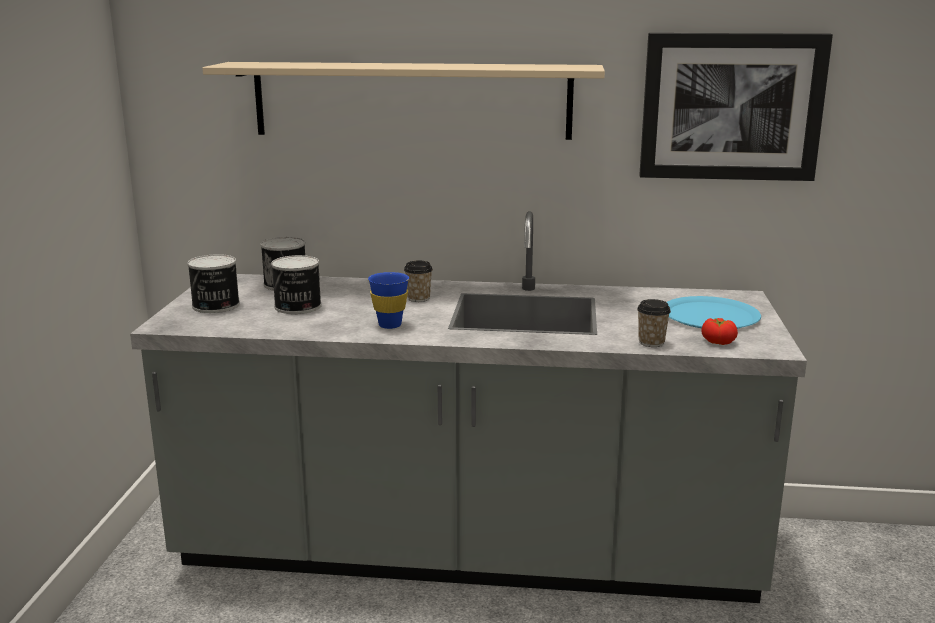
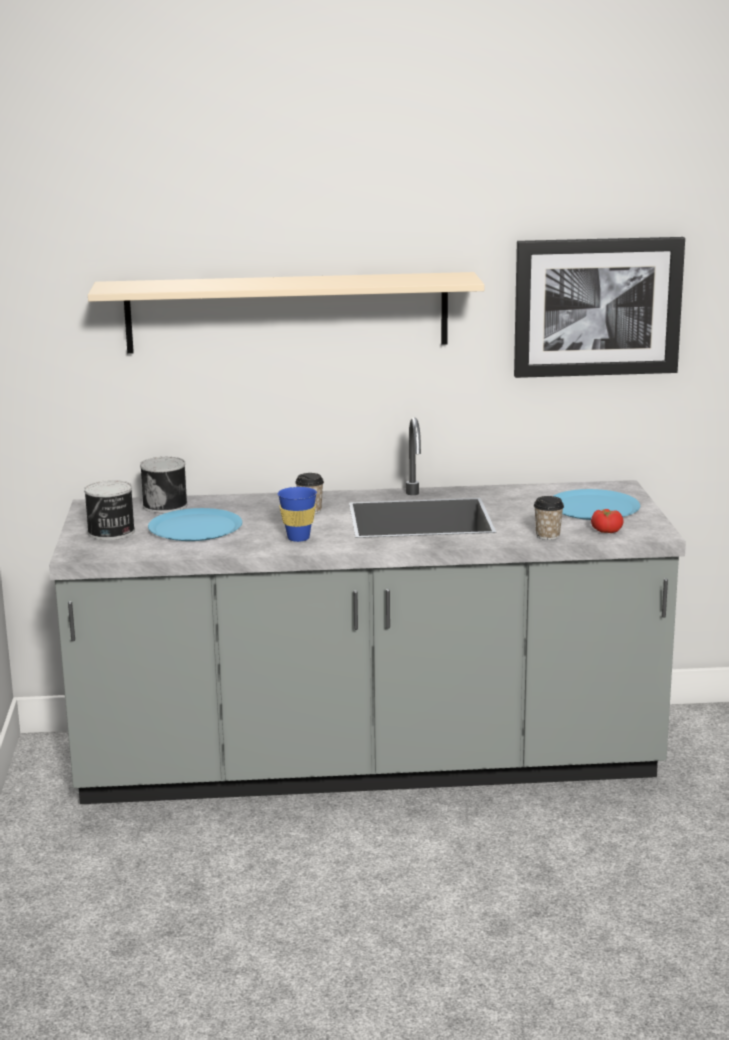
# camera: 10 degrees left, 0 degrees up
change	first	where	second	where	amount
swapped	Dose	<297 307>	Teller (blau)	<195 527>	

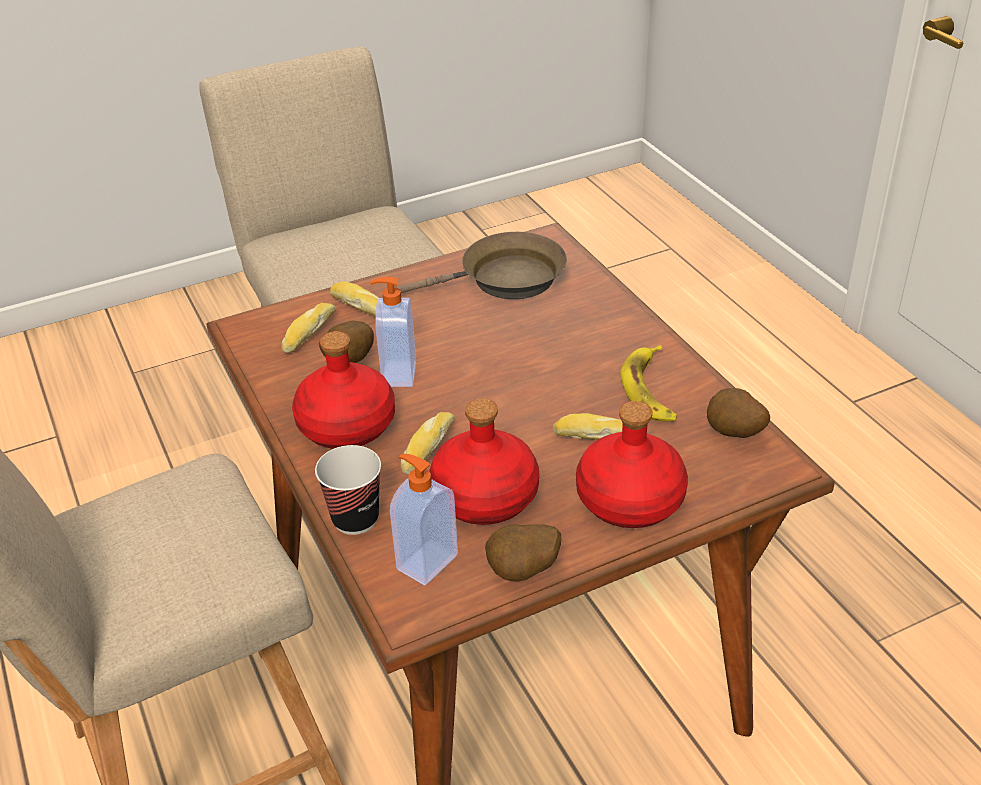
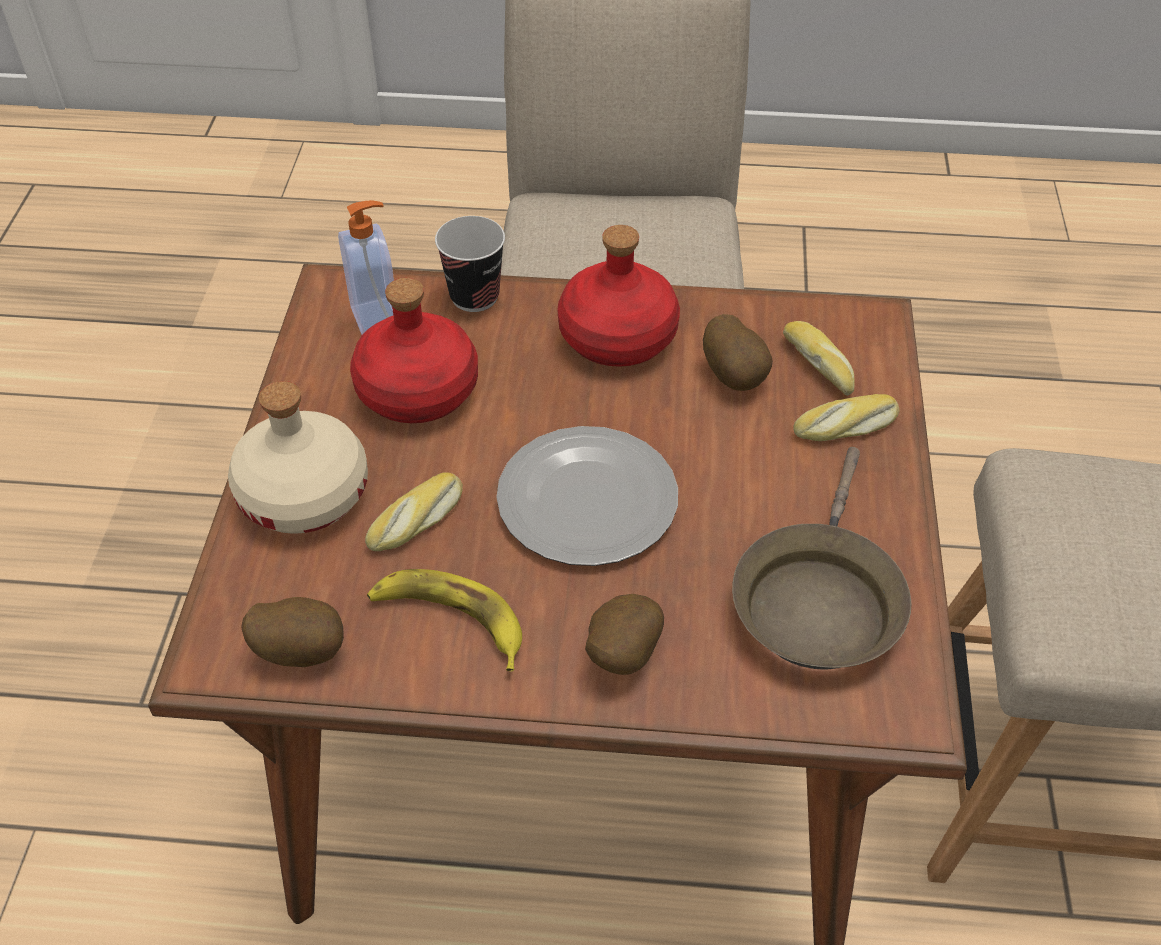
# camera: 120 degrees right, 10 degrees up
change	first	where	second	where	amount
gone	Seifenspender	<397 374>			
repainted	Flasche (rot)	<628 499>	Flasche (beige)	<305 493>	
gone	Brot	<427 448>			
shifted	Kartoffel	<523 573>		<620 655>	
new			Teller	<585 501>	

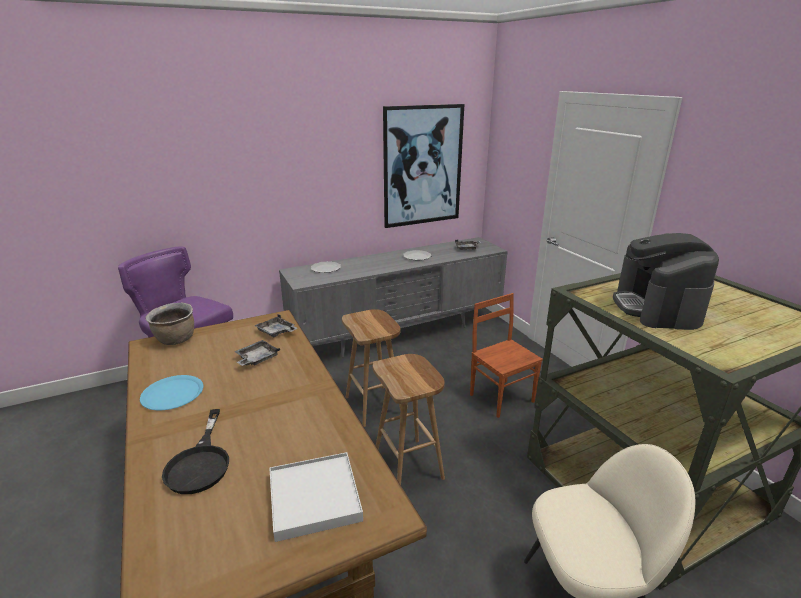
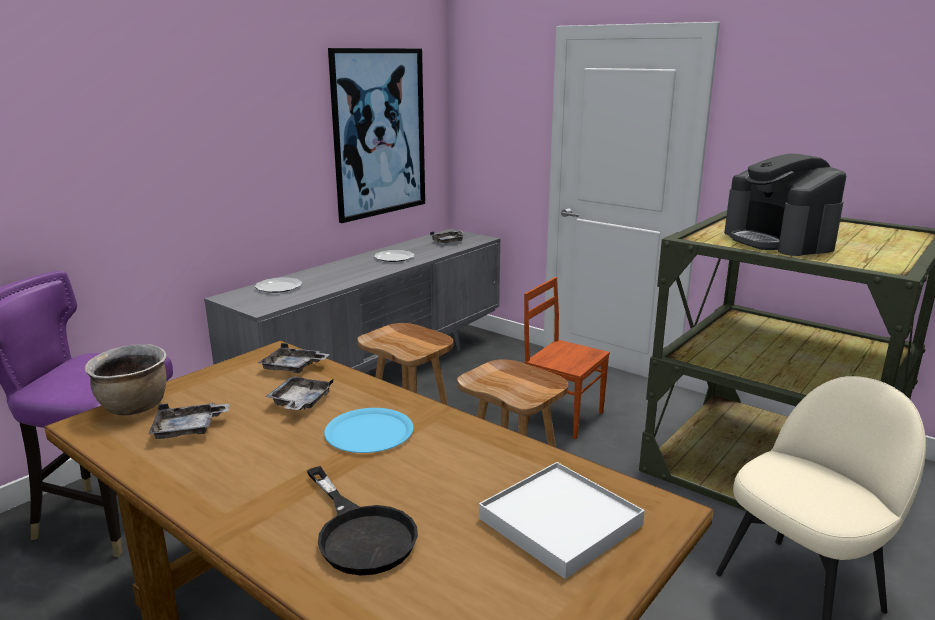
# camera: 25 degrees left, 5 degrees down
change	first	where	second	where	amount
shifted	Teller (blau)	<172 393>		<369 432>	
new			Tablett (grau)	<188 429>	

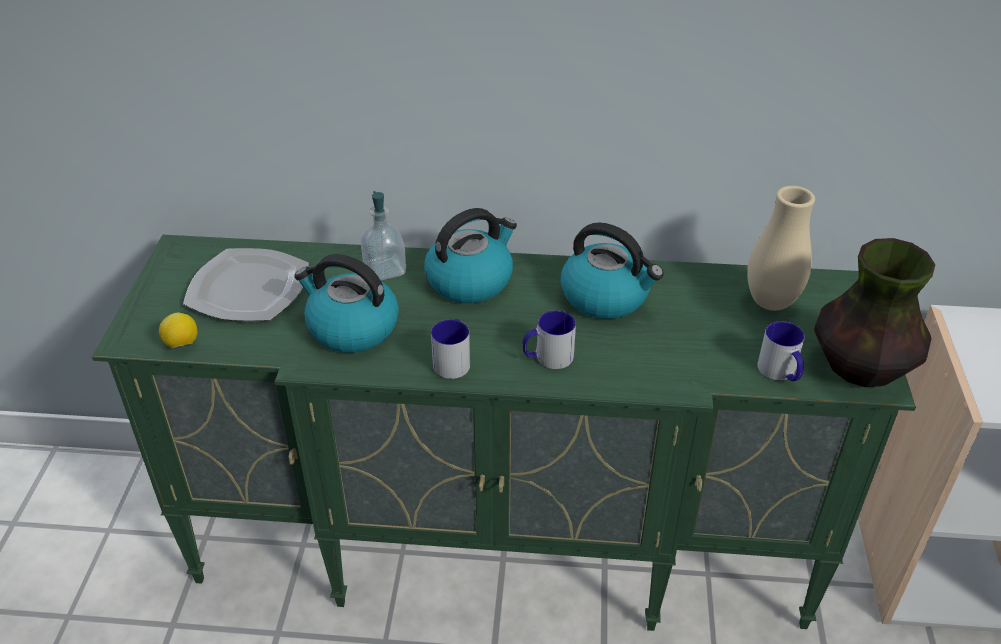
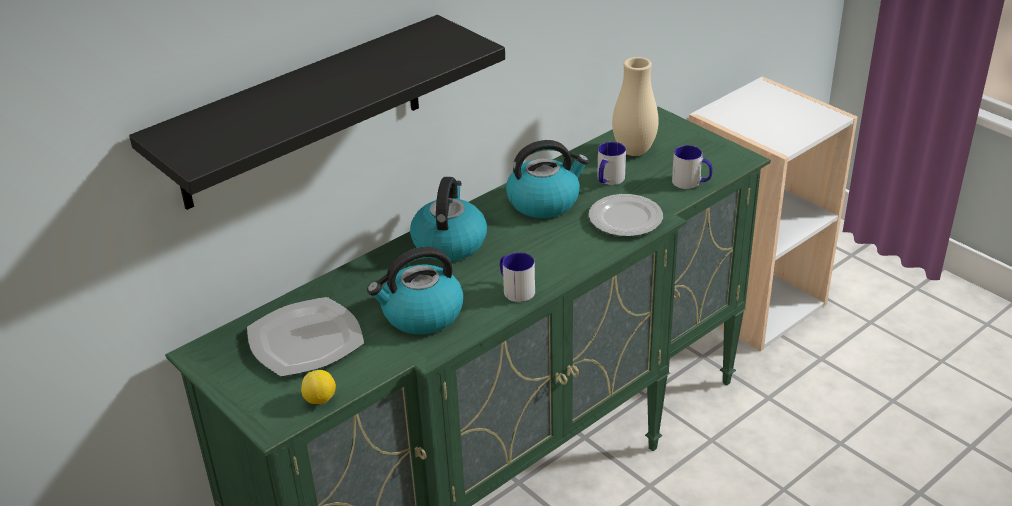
# camera: 45 degrees left, 5 degrees down
change	first	where	second	where	amount
gone	Seifenspender	<385 270>			
gone	Vase	<860 368>			
shifted	Henkelbecher	<547 358>		<608 180>	
new			Wandregal (schwarz)	<301 113>	
new			Teller	<624 219>	

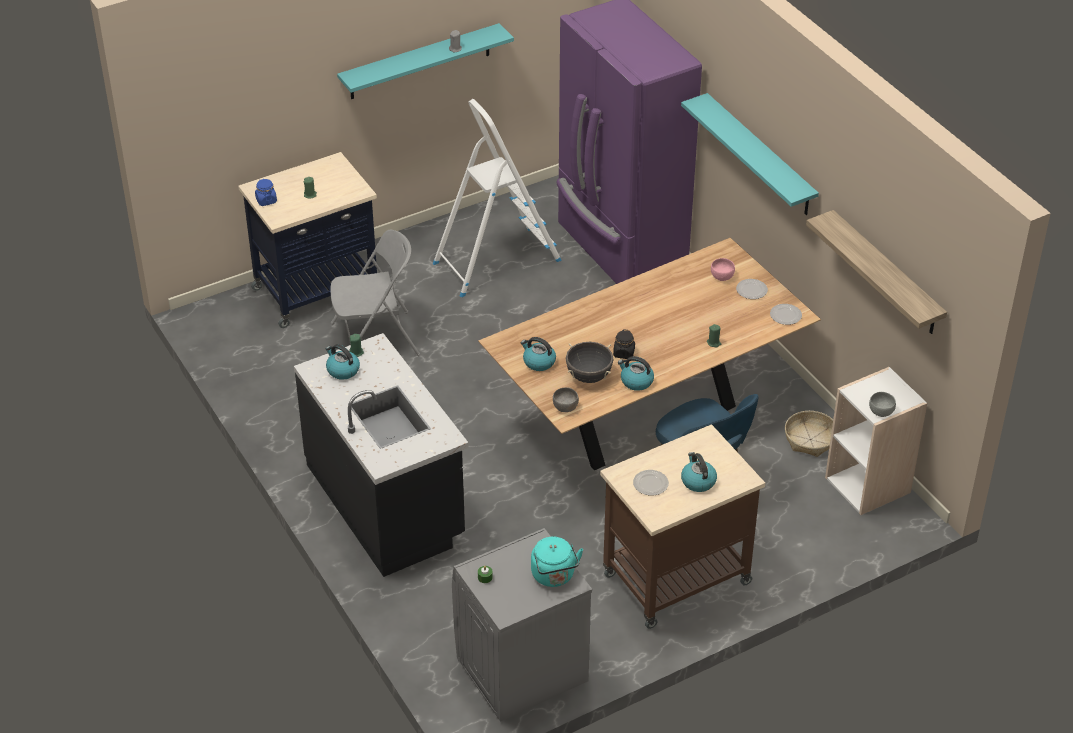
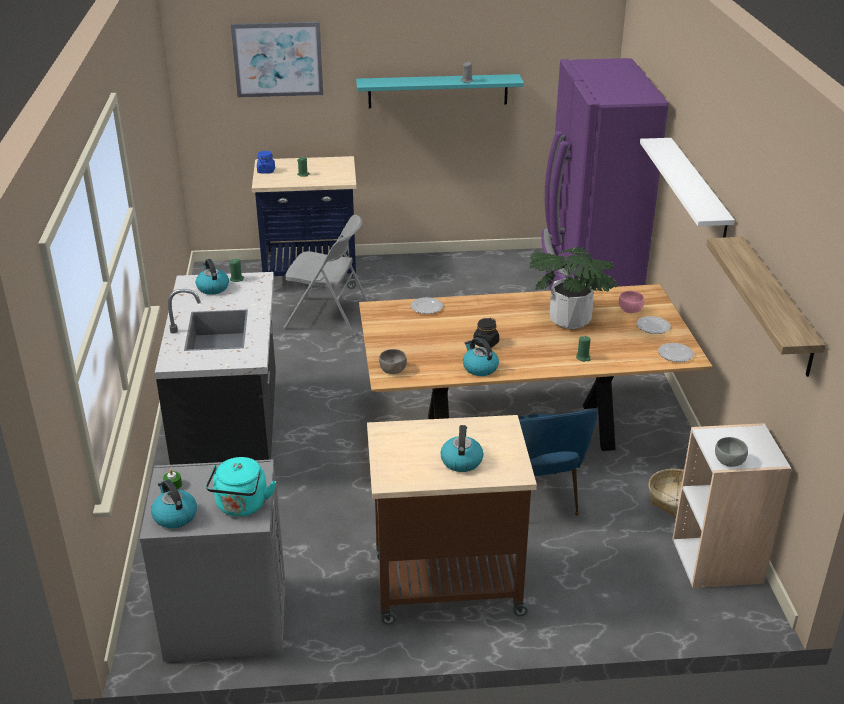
# camera: 25 degrees right, 10 degrees down
change	first	where	second	where	amount
repainted	Wandregal (türkis)	<760 156>	Wandregal (weiß)	<697 193>	
gone	Trittleiter (weiß)	<497 261>			
shifted	Wasserkessel	<538 362>		<174 516>	
gone	Kochtopf (schwarz)	<588 376>			
shifted	Teller	<650 484>		<426 307>	
new			Bild	<278 59>	
new			Topfpflanze	<569 320>	

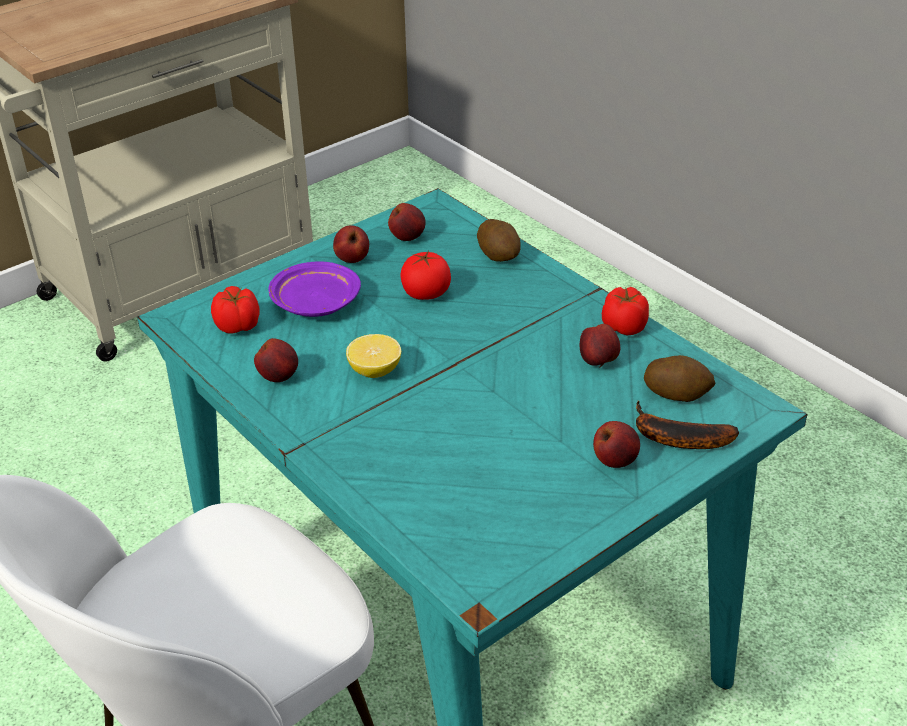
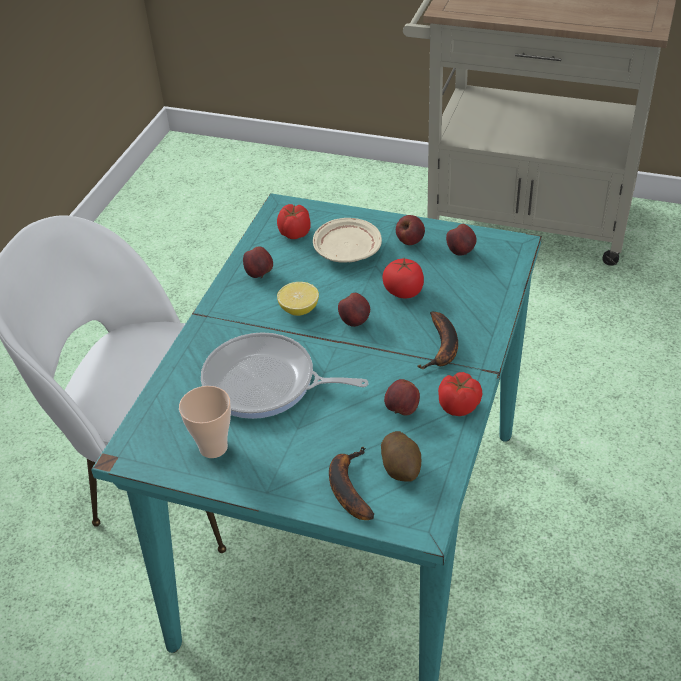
# camera: 60 degrees right, 5 degrees up
change	first	where	second	where	amount
gone	Kartoffel	<499 255>			
repainted	Teller (lila)	<314 303>	Teller (beige)	<346 250>	
shifted	Apfel	<614 461>		<355 322>	
new			Banane	<442 348>	
new			Pfanne	<265 383>	
new			Tasse	<213 447>	

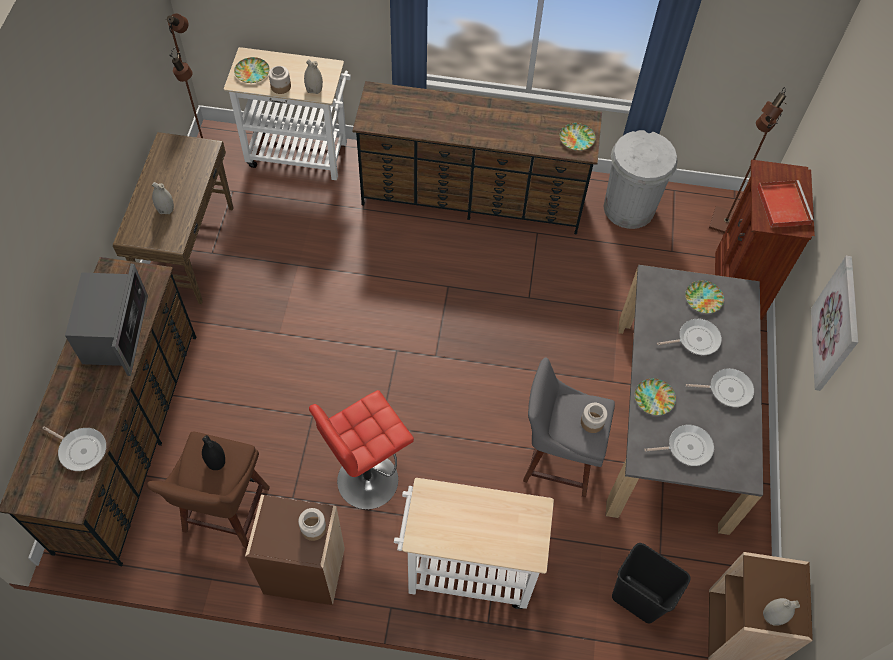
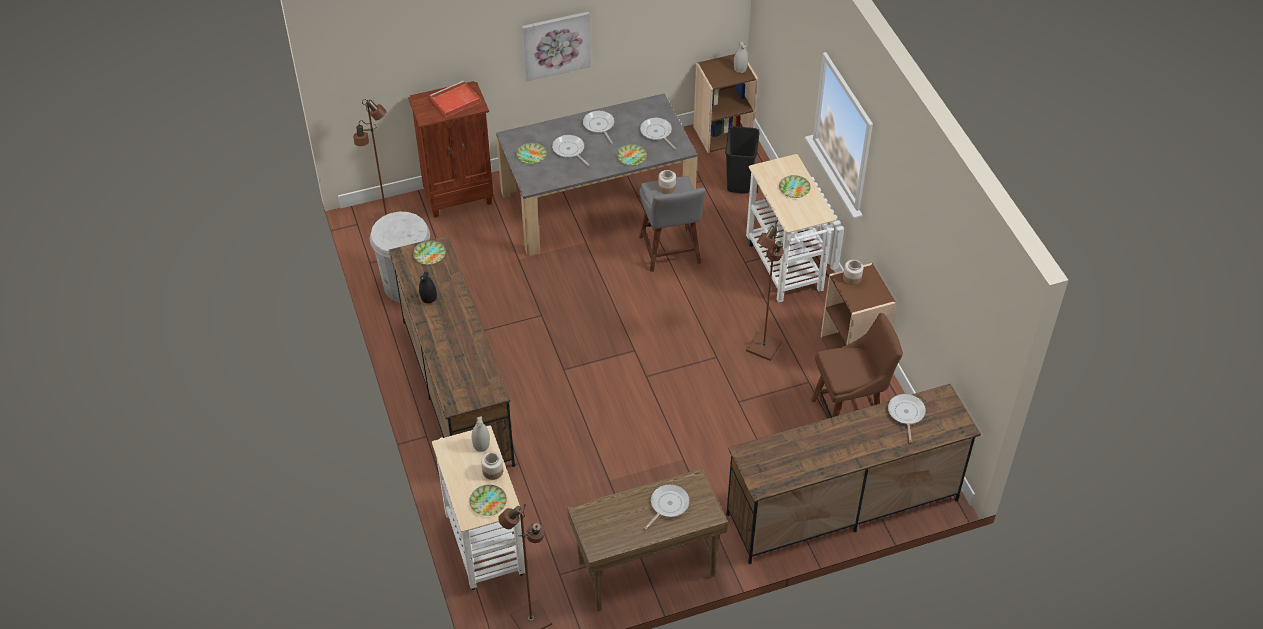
# camera: 115 degrees left, 10 degrees down
change	first	where	second	where	amount
swapped	Vase (weiß)	<165 209>	Pfanne	<668 505>	
gone	Mikrowelle	<115 333>			
swapped	Hocker (rot)	<366 480>	Stehlampe (braun)	<764 346>	
shifted	Vase (schwarz)	<216 461>		<428 298>	
new			Teller	<794 188>	

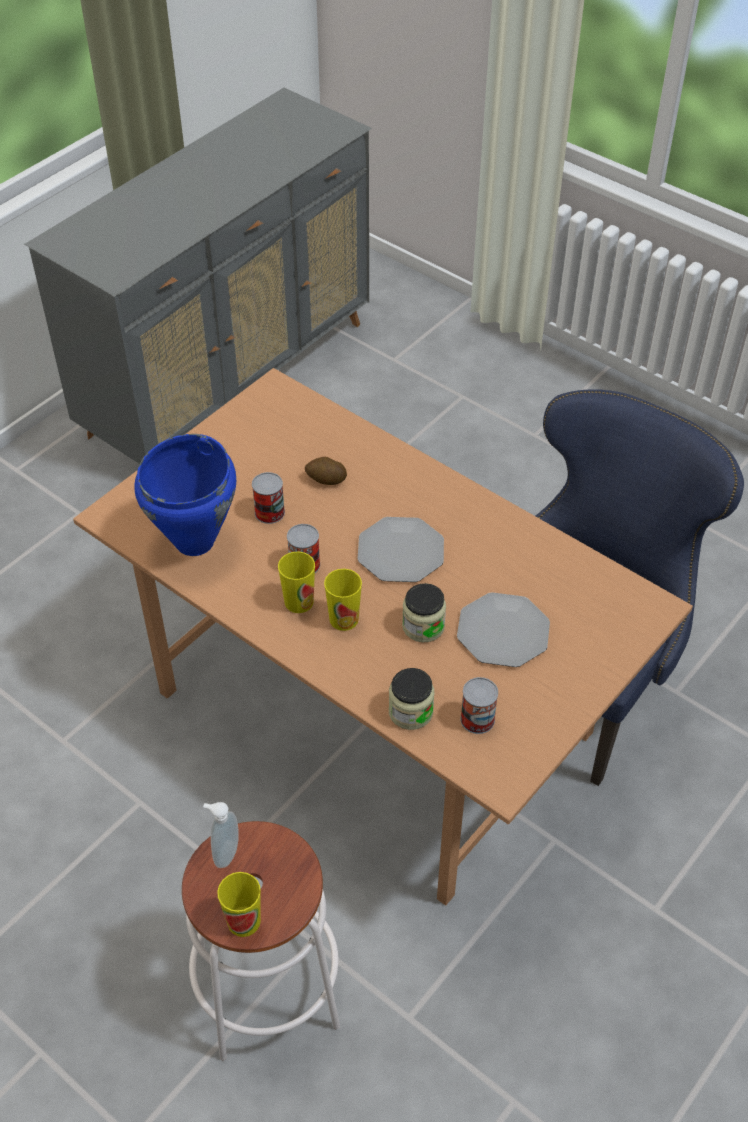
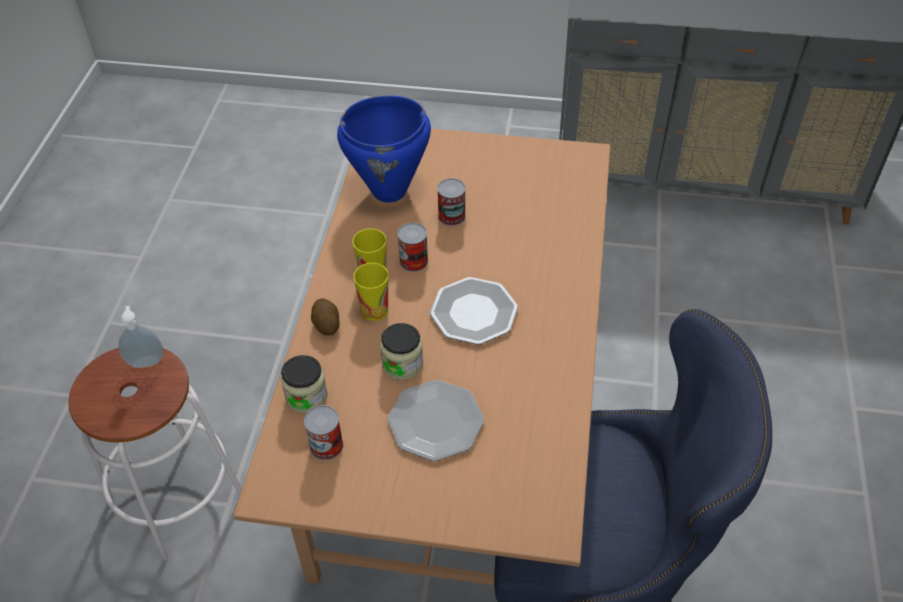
# camera: 60 degrees right, 0 degrees up
change	first	where	second	where	amount
shifted	Kartoffel	<326 480>		<326 324>	
gone	Tasse	<244 921>			

